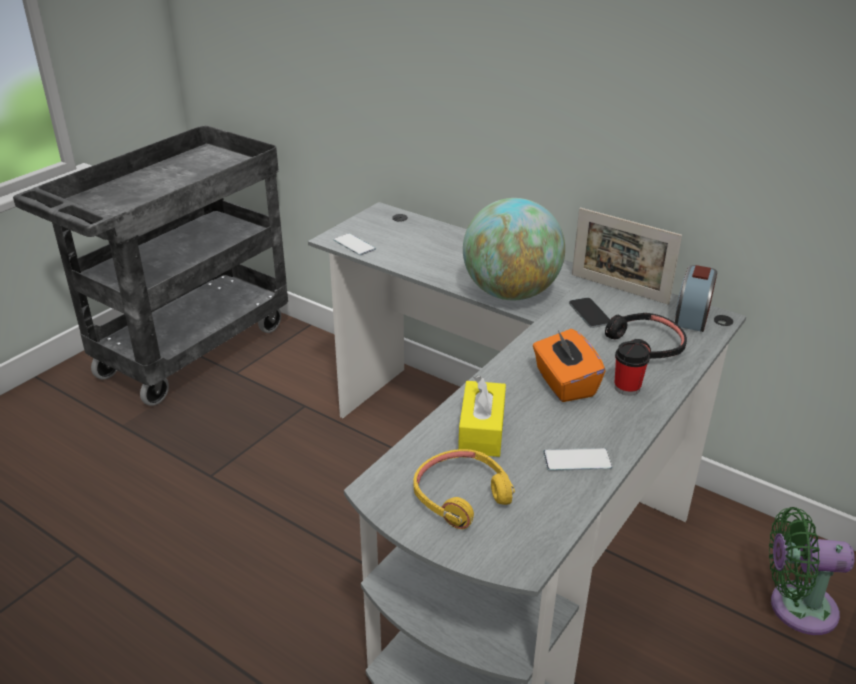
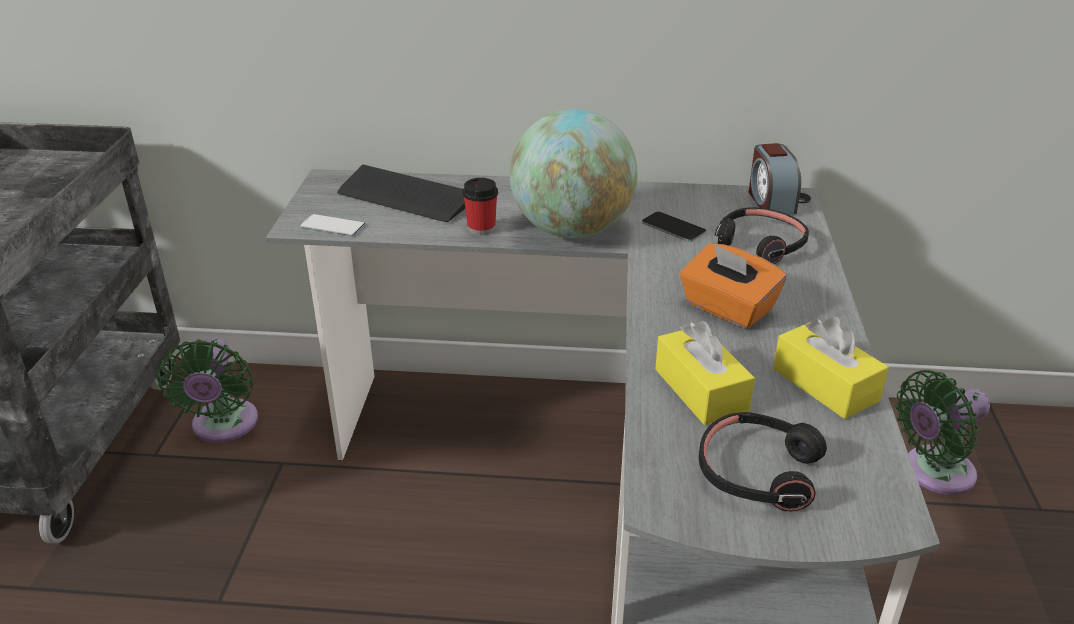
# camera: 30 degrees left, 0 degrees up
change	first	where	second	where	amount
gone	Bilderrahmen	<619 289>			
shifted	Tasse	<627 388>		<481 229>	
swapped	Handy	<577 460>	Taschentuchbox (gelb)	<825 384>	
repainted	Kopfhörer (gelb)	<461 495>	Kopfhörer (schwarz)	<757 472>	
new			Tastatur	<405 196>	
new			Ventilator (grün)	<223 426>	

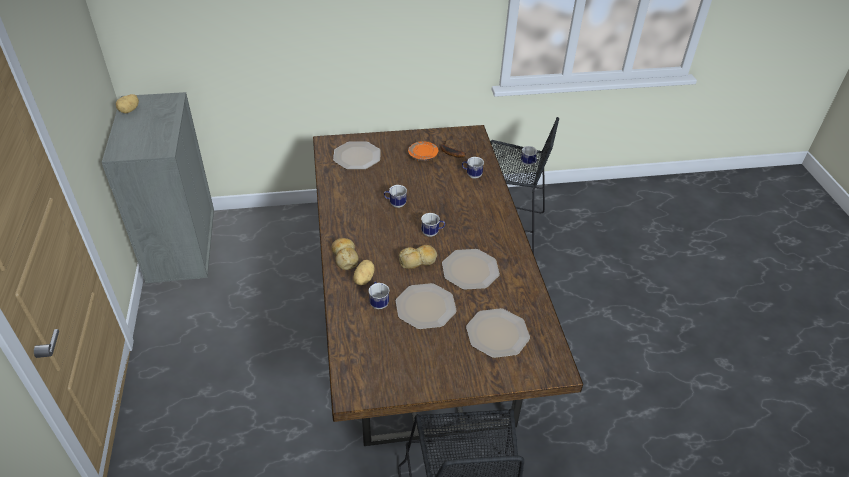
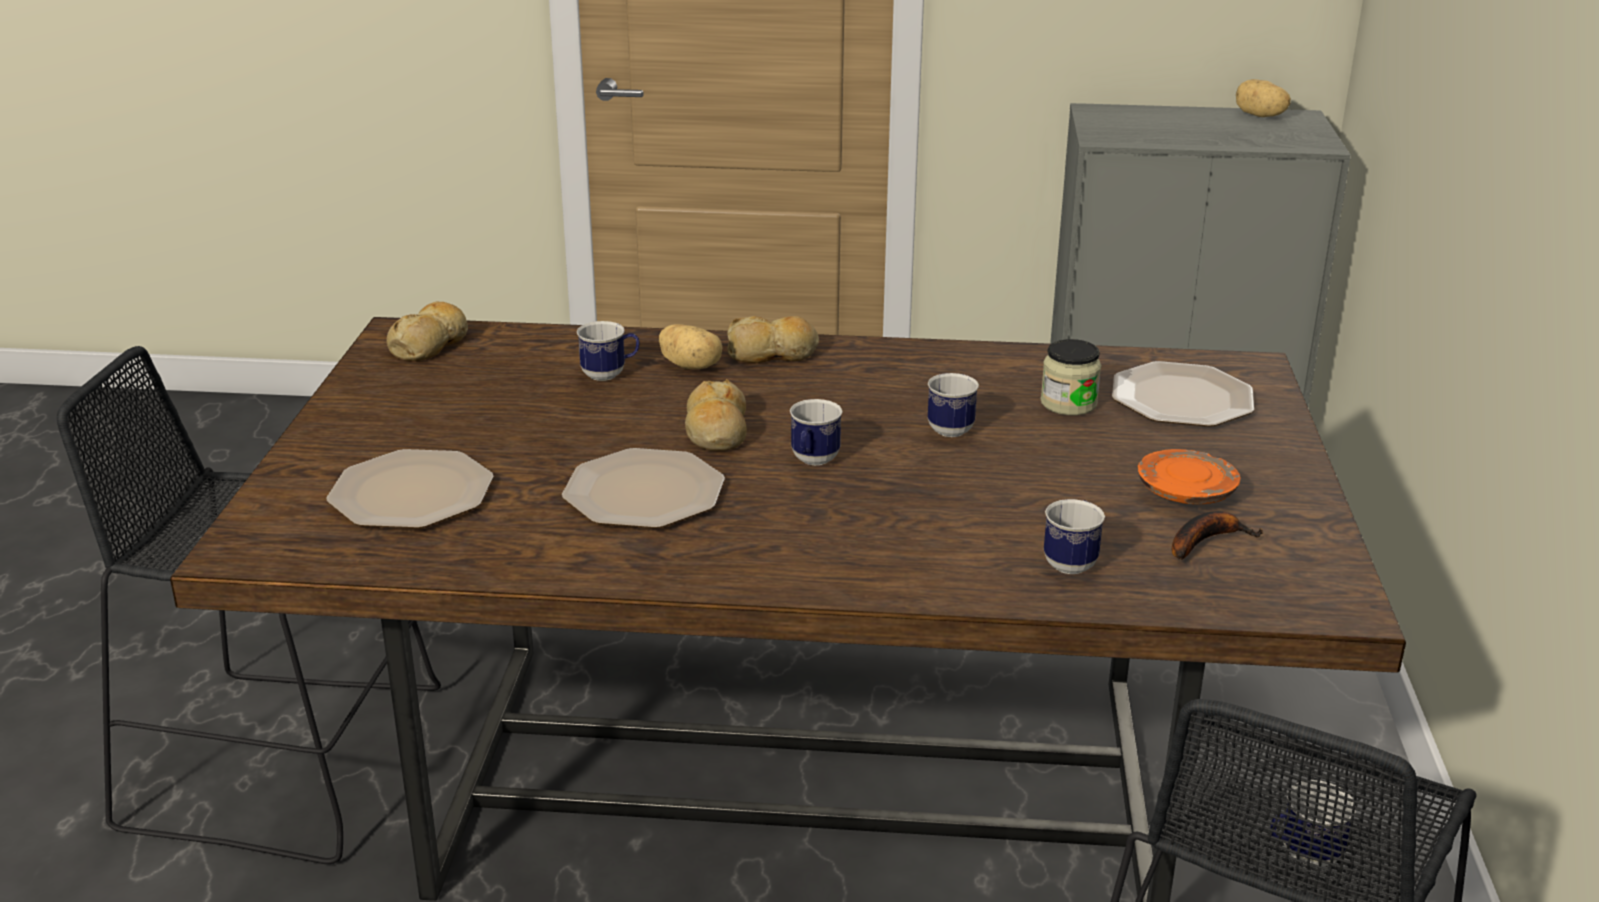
# camera: 105 degrees right, 15 degrees down
change	first	where	second	where	amount
gone	Teller	<425 307>			
new			Brot	<431 344>	
new			Vorratsglas	<1068 403>	

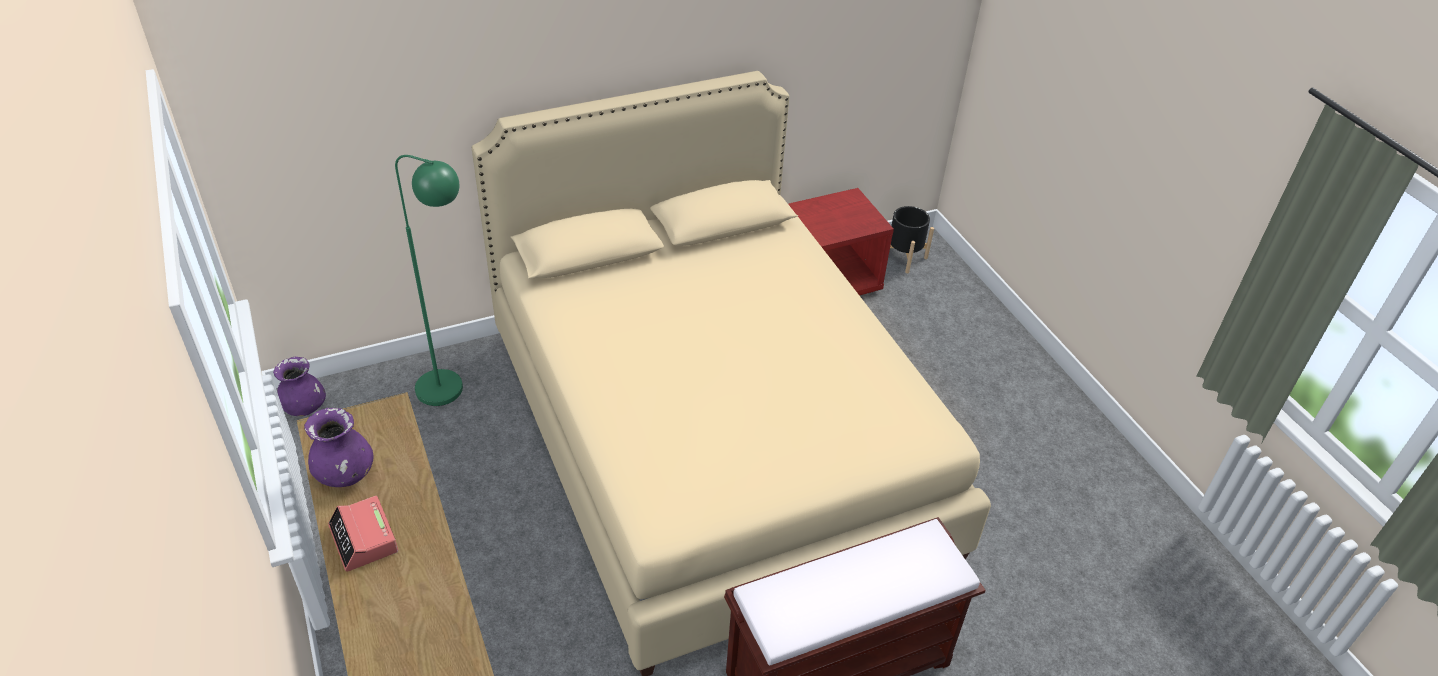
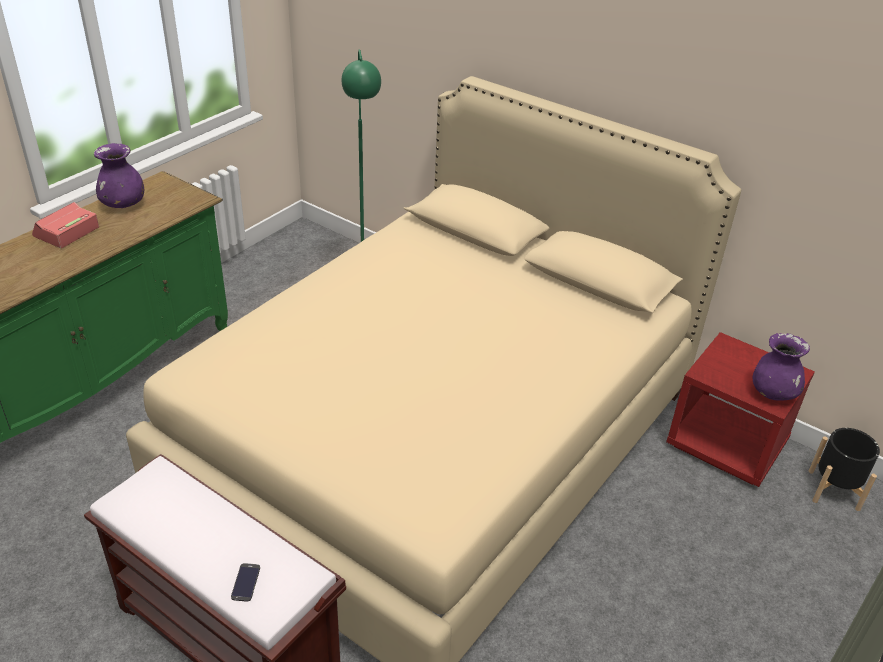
# camera: 60 degrees right, 5 degrees down
change	first	where	second	where	amount
shifted	Vase (lila)	<305 407>		<773 393>	
new			Handy	<246 582>	

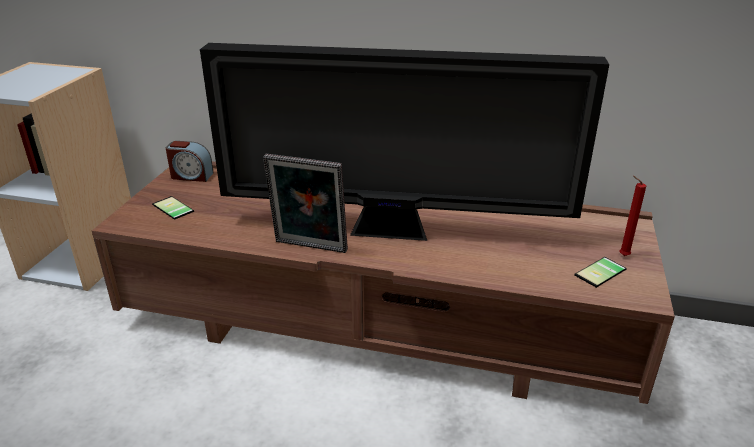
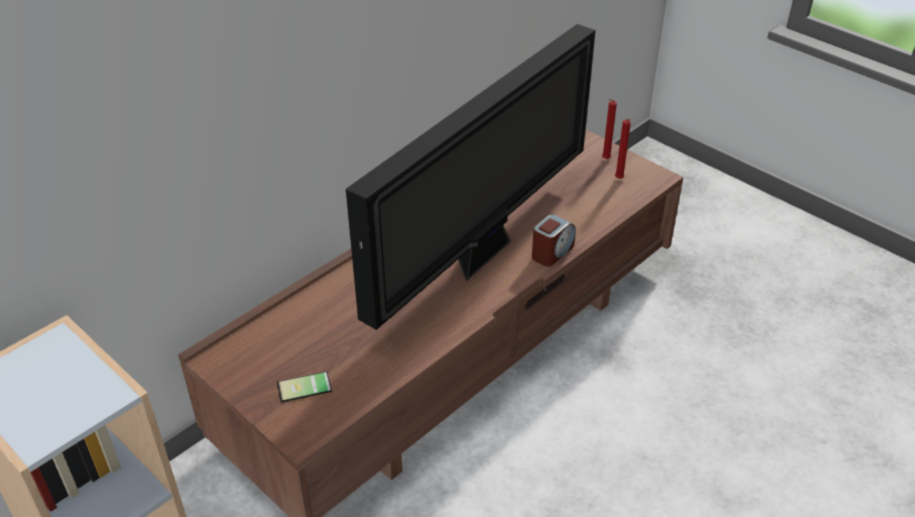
# camera: 60 degrees left, 10 degrees up
change	first	where	second	where	amount
shifted	Wecker	<191 176>		<552 252>	
gone	Bilderrahmen	<309 248>			
swapped	Handy	<602 273>	Kerze (rot)	<619 179>	

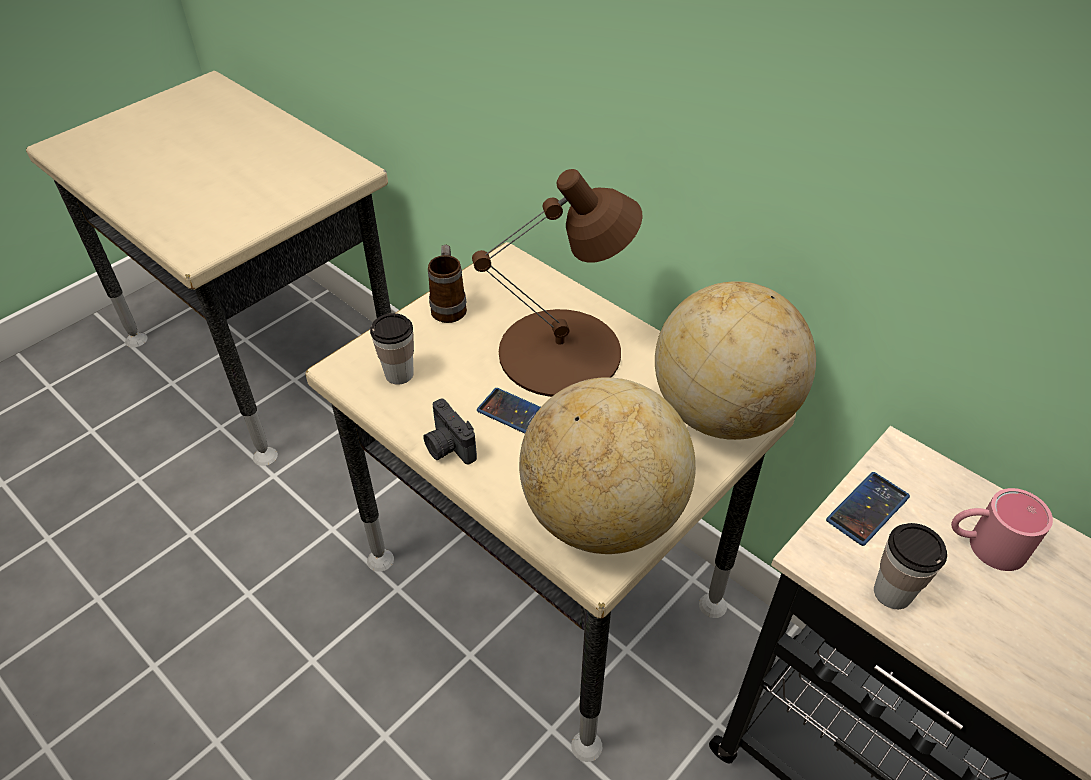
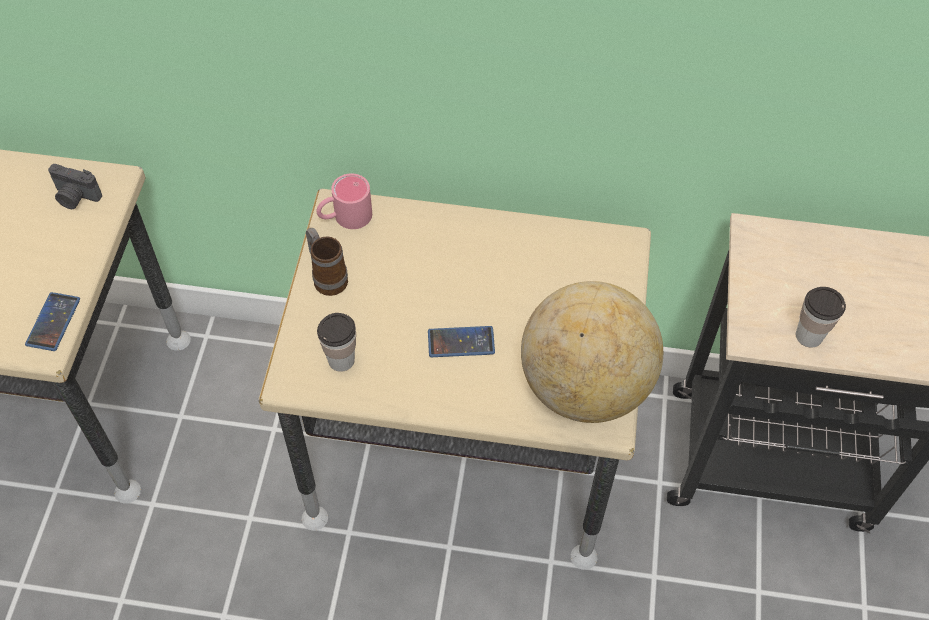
# camera: 35 degrees left, 10 degrees up
change	first	where	second	where	amount
gone	Tischlampe (braun)	<562 352>			
gone	Globus	<722 412>			
shifted	Kamera	<448 447>		<75 197>	
shifted	Handy	<867 509>		<53 322>	
shifted	Henkelbecher (rosa)	<984 544>		<345 217>	

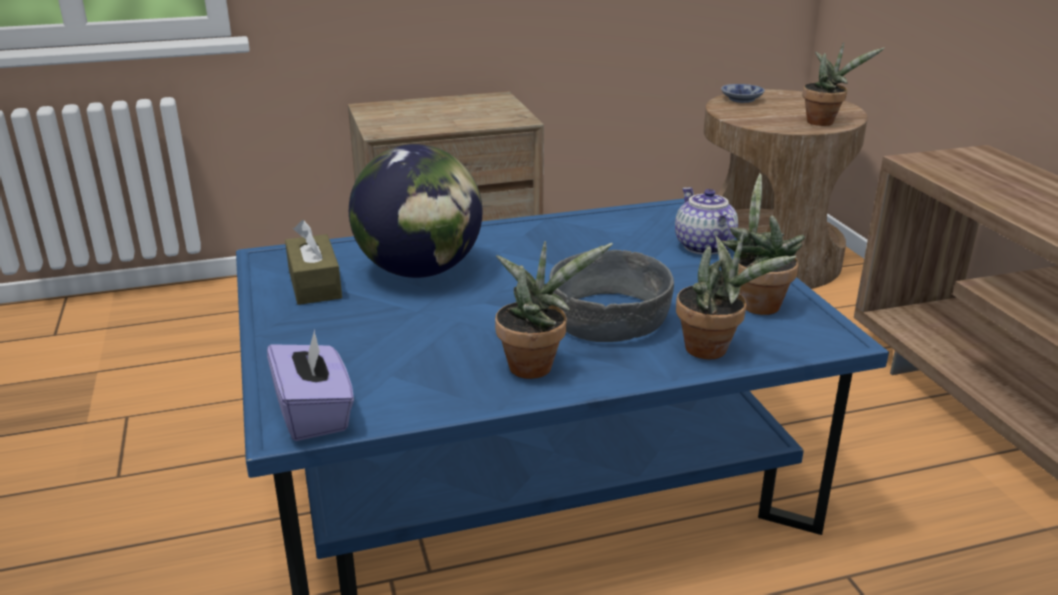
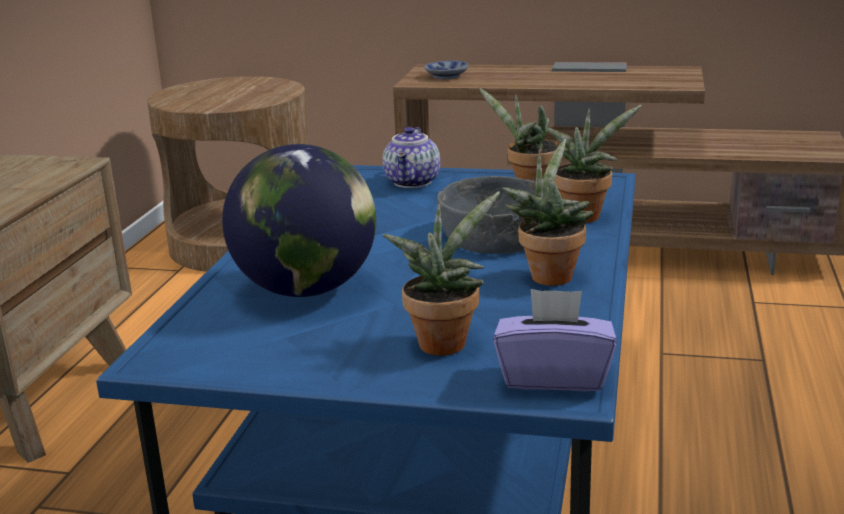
# camera: 60 degrees left, 5 degrees down
change	first	where	second	where	amount
shifted	Topfpflanze	<824 122>		<444 341>	
shifted	Schüssel	<743 99>		<447 76>	
rotated	Teekanne	<702 246>		<413 182>	90 degrees counterclockwise
gone	Taschentuchbox (braun)	<314 284>			

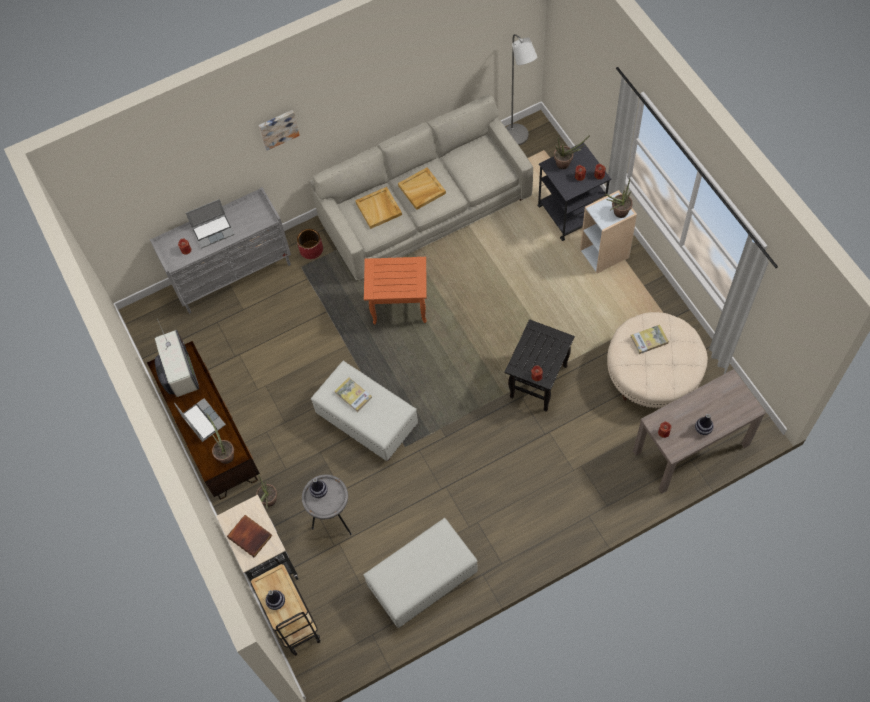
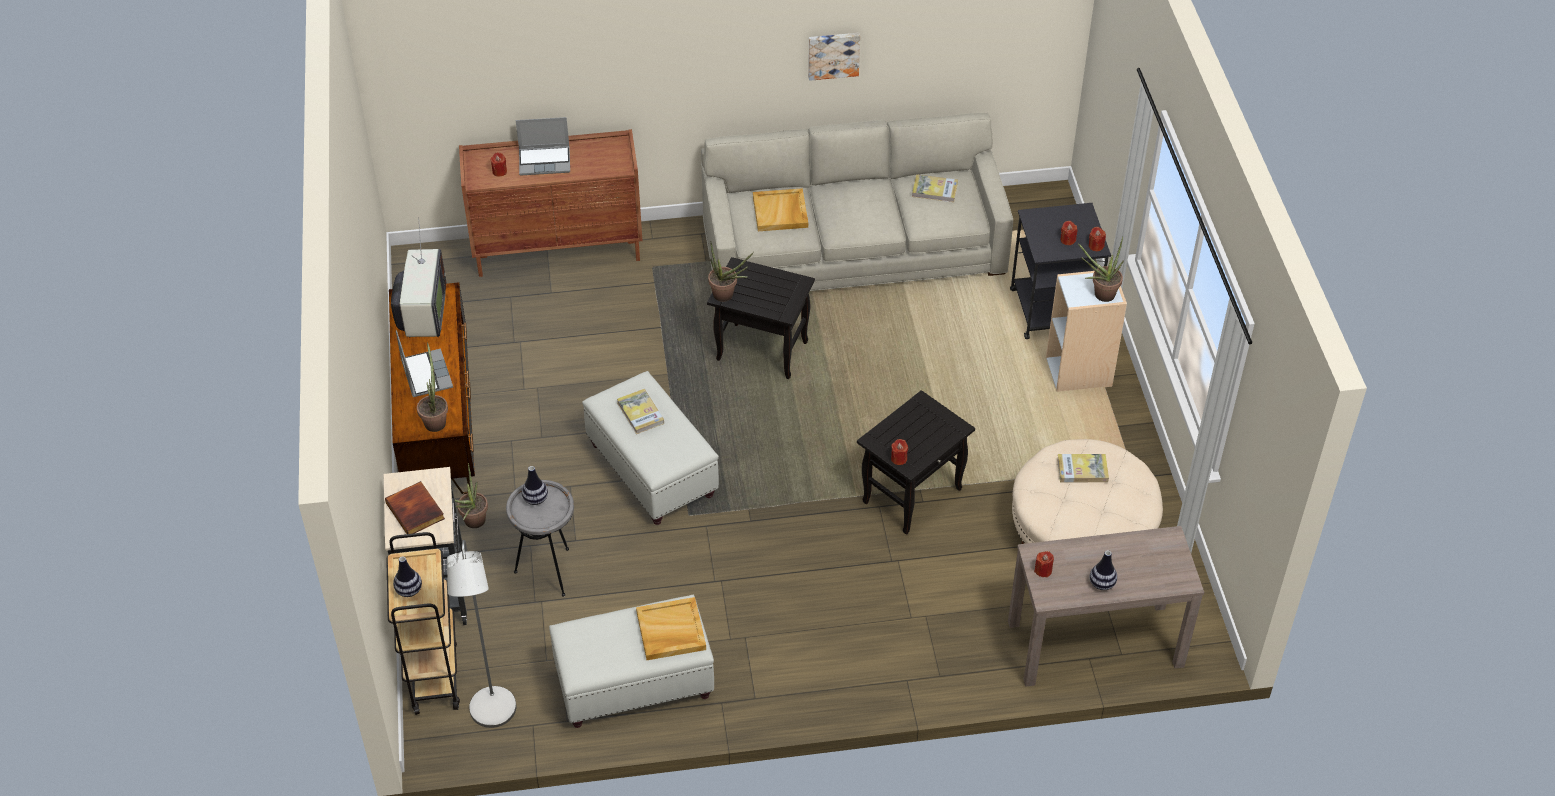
# camera: 15 degrees right, 15 degrees down
change	first	where	second	where	amount
shifted	Stehlampe (grau)	<518 139>		<493 716>	
shifted	Bild	<278 128>		<833 54>	
shifted	Topfpflanze	<566 164>		<727 296>	
shifted	Tablett (beige)	<421 190>		<670 631>	
repainted	Schrank (grau)	<234 275>	Schrank (braun)	<559 251>	
gone	Pflanzkübel (rot)	<311 249>			
repainted	Beistelltisch (orange)	<398 308>	Beistelltisch (schwarz)	<760 351>	
new			Buch	<934 190>	

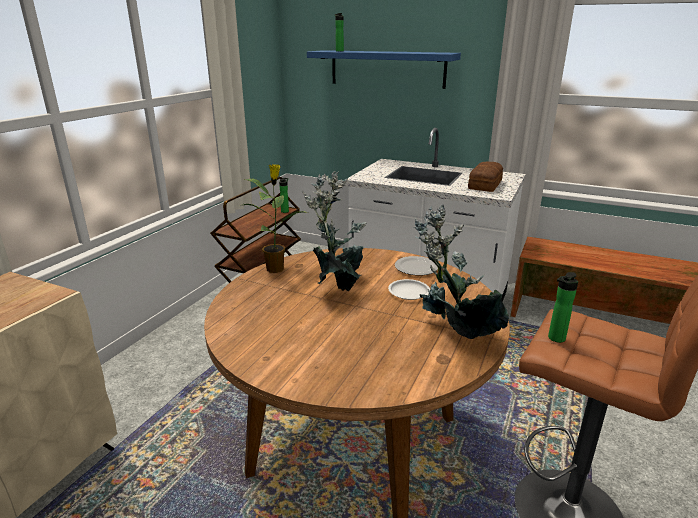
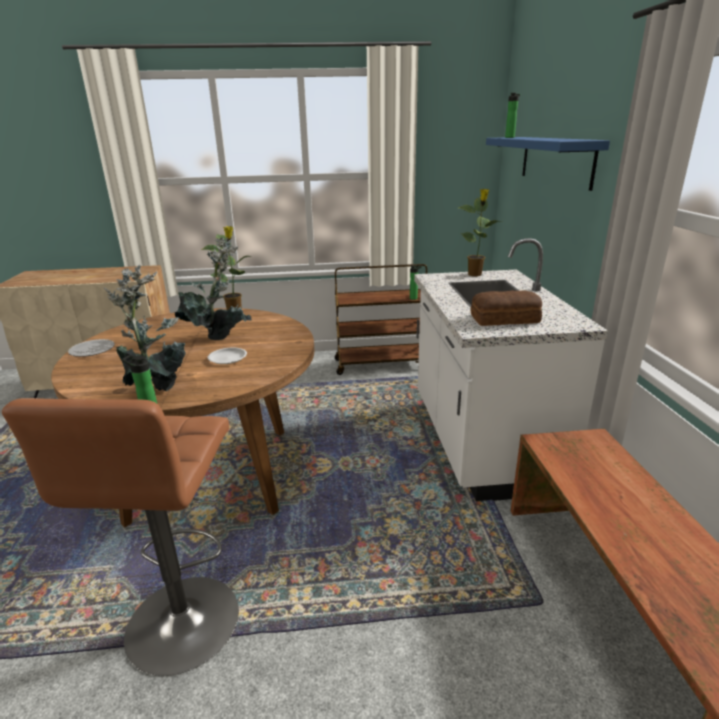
# camera: 60 degrees right, 0 degrees up
change	first	where	second	where	amount
shifted	Teller	<416 267>		<93 349>	
new			Topfpflanze	<475 274>	

